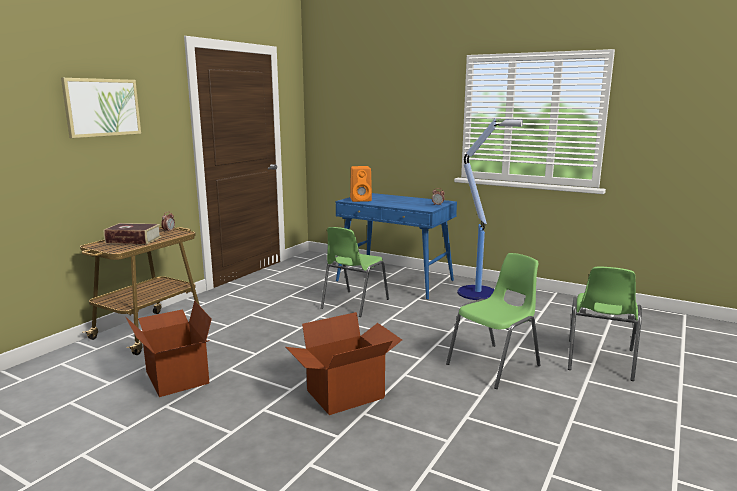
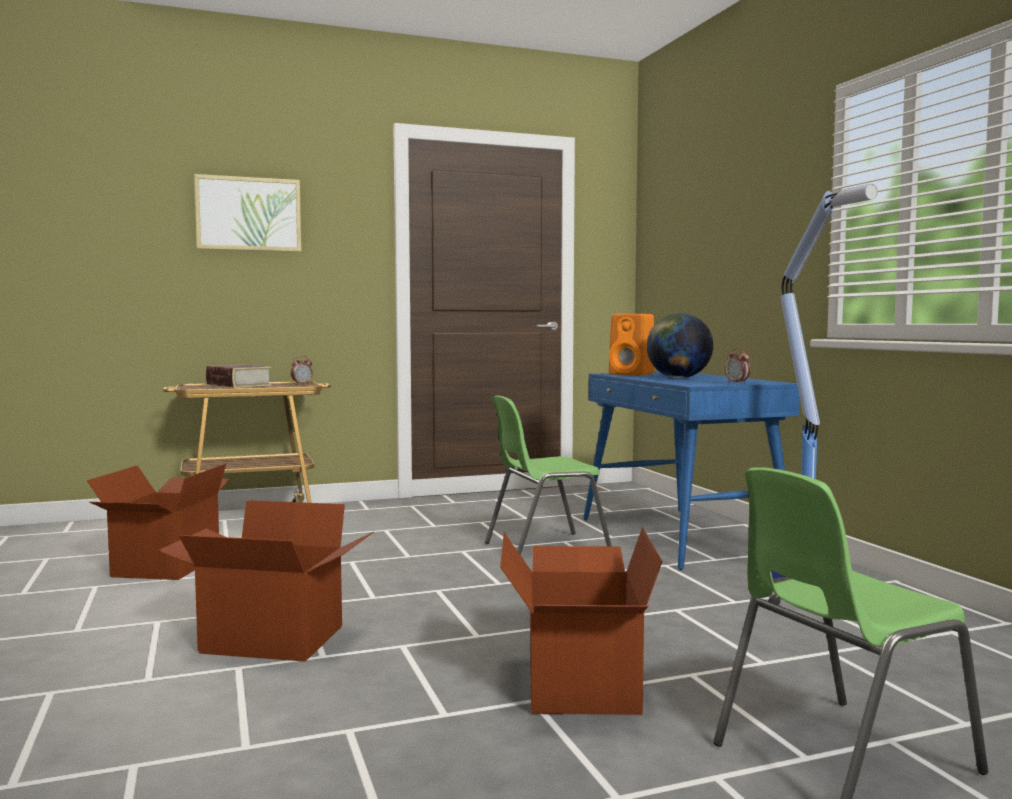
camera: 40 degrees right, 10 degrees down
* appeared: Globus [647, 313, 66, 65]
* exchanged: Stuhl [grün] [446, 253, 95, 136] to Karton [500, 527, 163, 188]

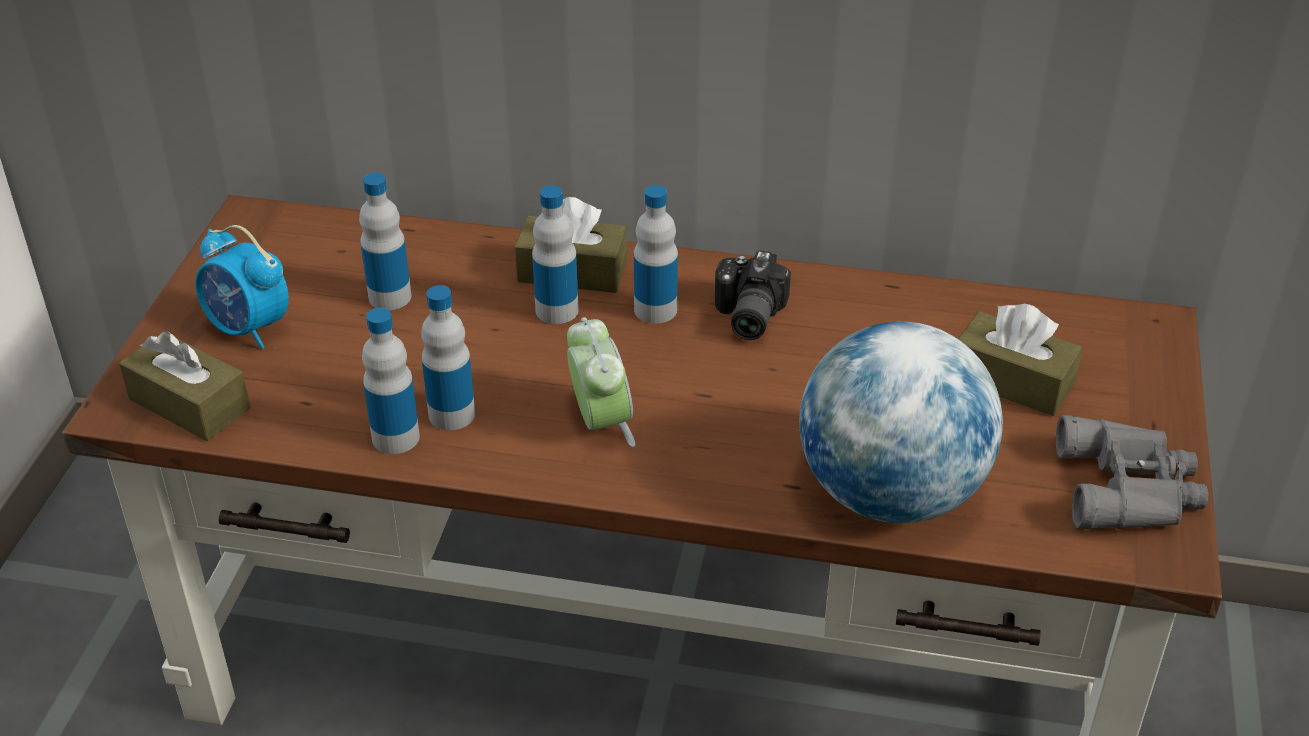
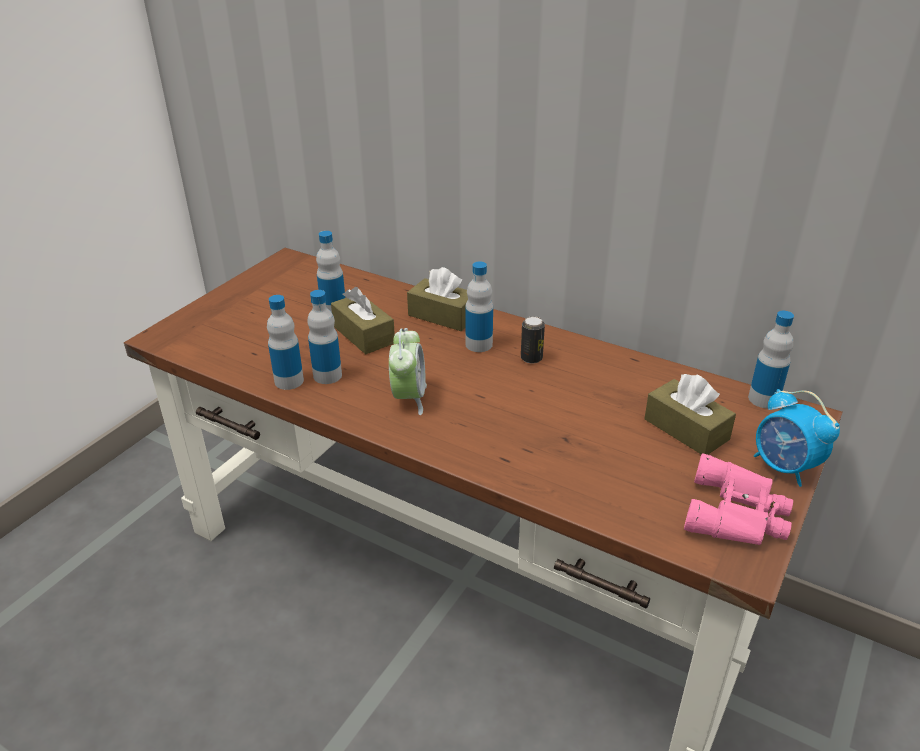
camera: 20 degrees right, 5 degrees down
* missing: Globus [799, 322, 204, 201]
* relocated: Taschentuchbox [braun] [119, 331, 131, 110] to [331, 287, 64, 67]
* relocated: Wecker [195, 225, 94, 124] to [754, 389, 86, 98]
* relocated: Flasche [532, 185, 47, 139] to [748, 311, 46, 97]
* exchanged: Kamera [715, 250, 76, 90] to Dose [521, 316, 24, 48]
* colour: Fernglas [grau] [1056, 415, 152, 114] to Fernglas [rosa] [684, 453, 109, 92]

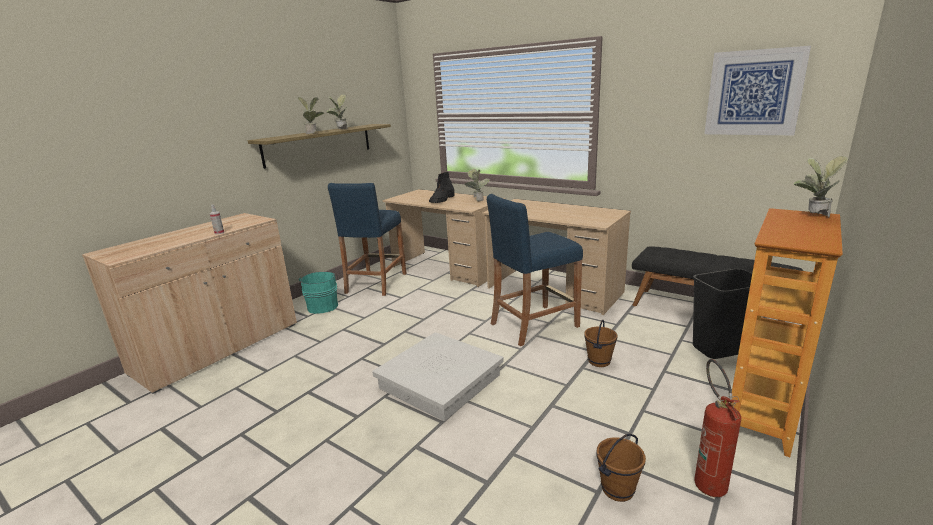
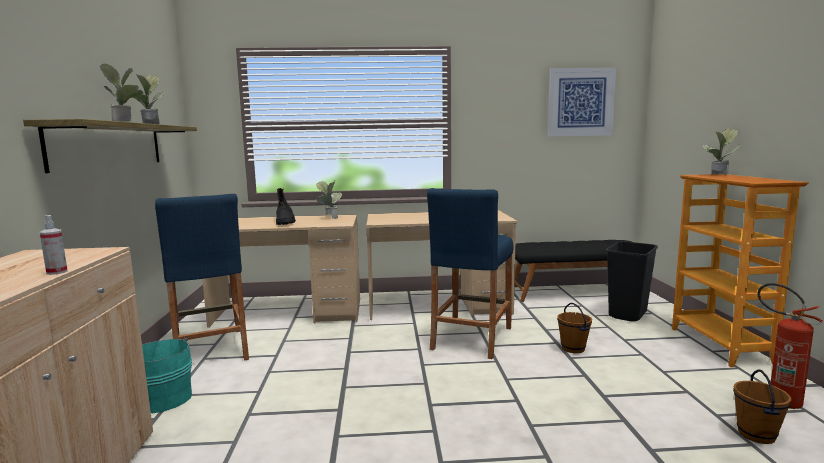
camera: 40 degrees left, 10 degrees down
* missing: Aufbewahrungsbox [weiß] [372, 332, 132, 89]

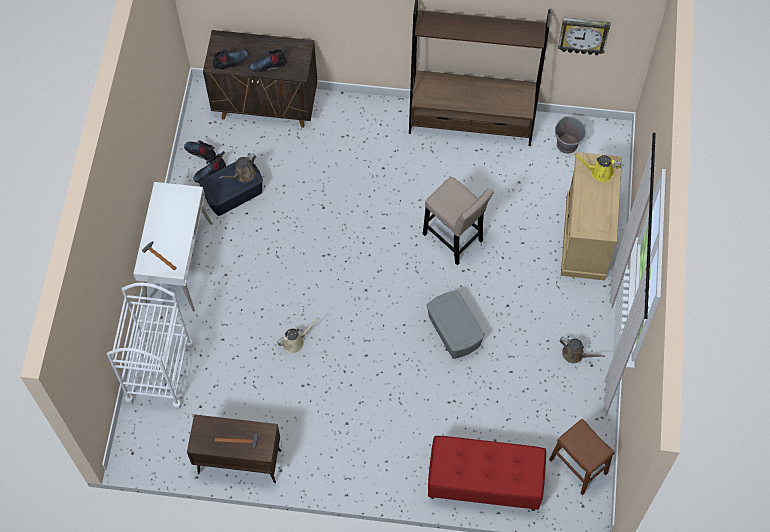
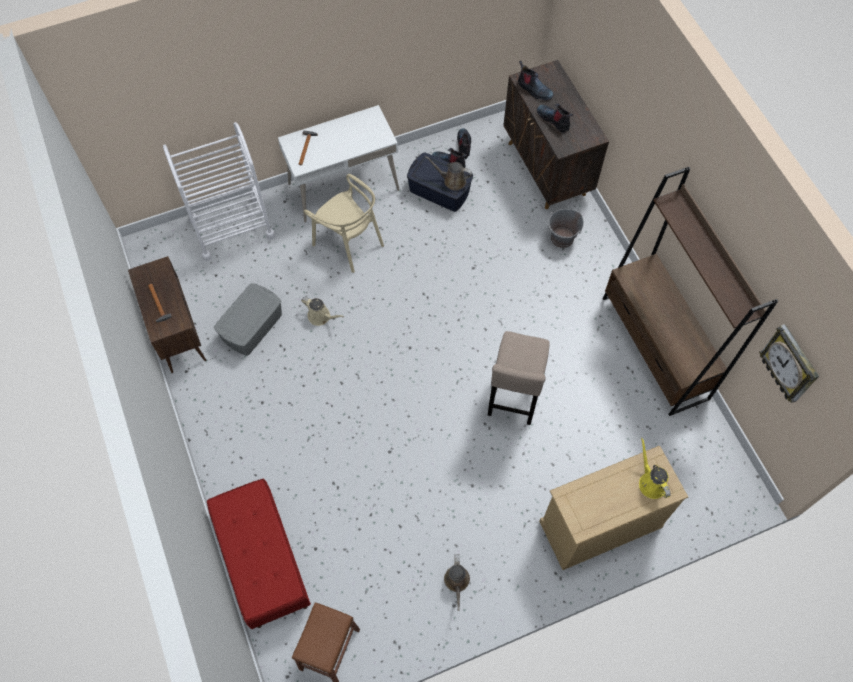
camera: 60 degrees right, 0 degrees up
* appeared: Stuhl [beige] [304, 174, 80, 99]
* relocated: Aufbewahrungsbox [grau] [427, 291, 57, 68] to [214, 283, 68, 73]
* relocated: Eimer [grau] [555, 116, 32, 38] to [548, 209, 36, 39]

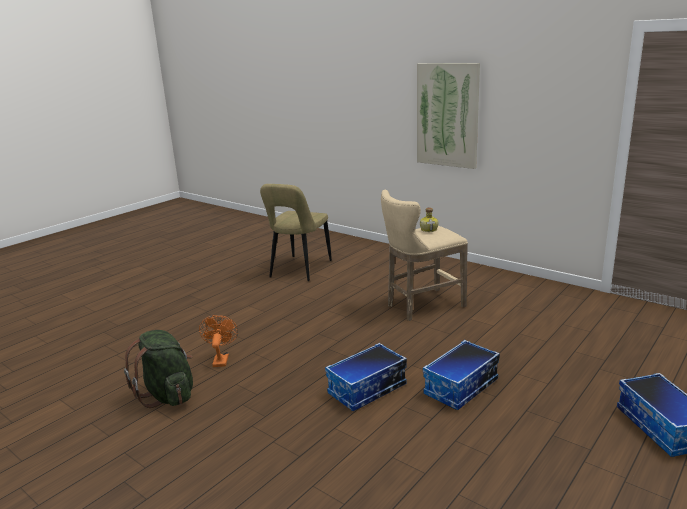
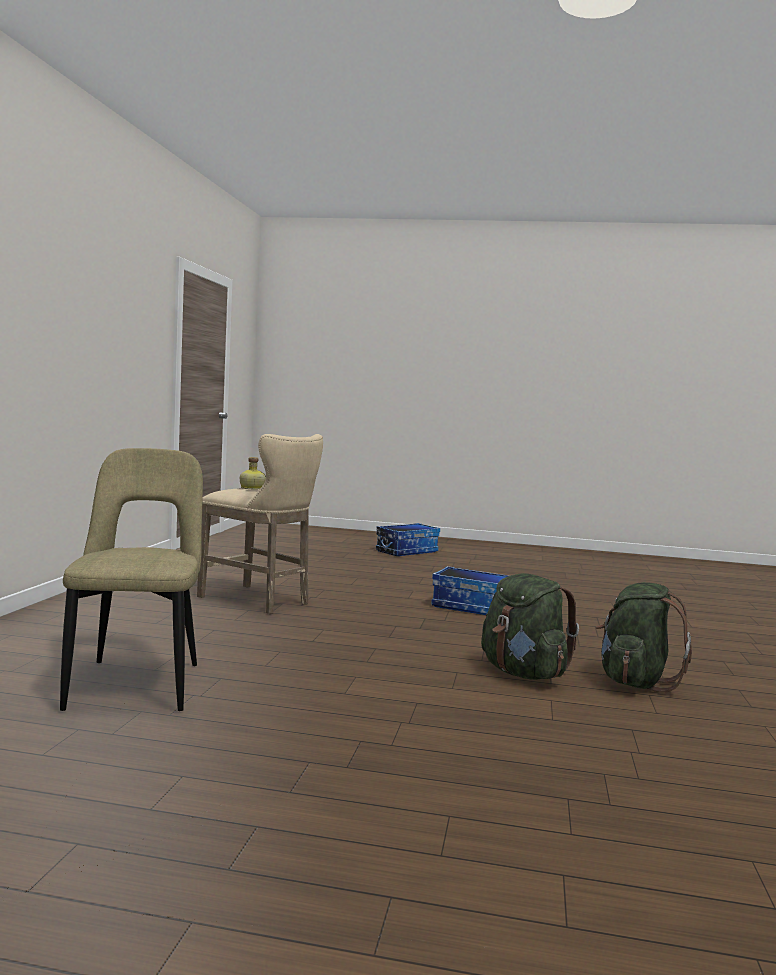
camera: 120 degrees left, 15 degrees down
* missing: Bild [417, 63, 63, 106]
* missing: Aufbewahrungsbox [423, 340, 77, 70]
* exchanged: Ventilator [orange] [199, 315, 39, 52] to Rucksack [grün] [481, 573, 98, 107]
* spun: Stuhl [beige] [260, 184, 72, 97] = [60, 448, 143, 263] 90 degrees counterclockwise

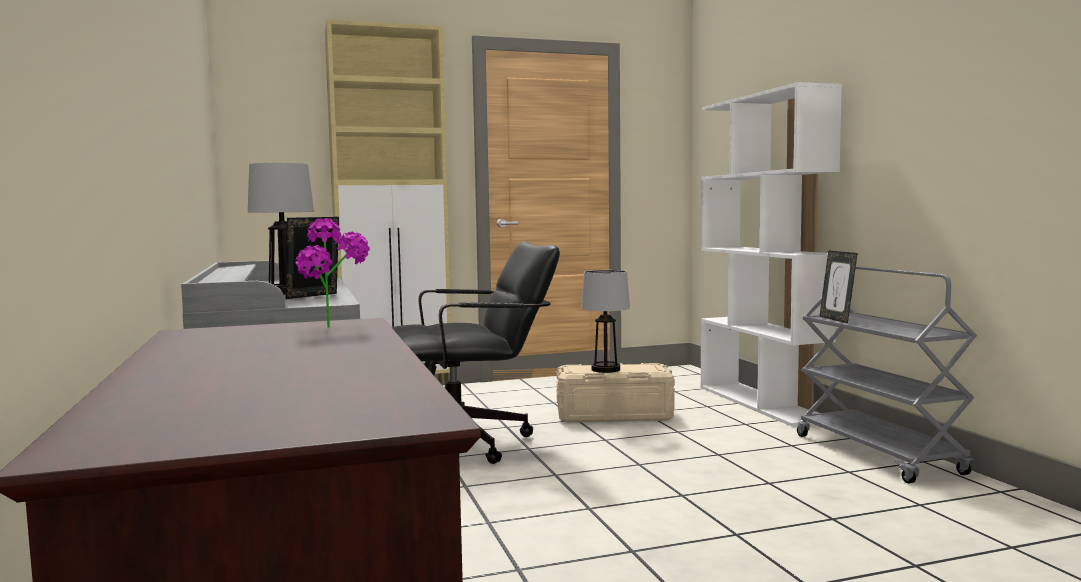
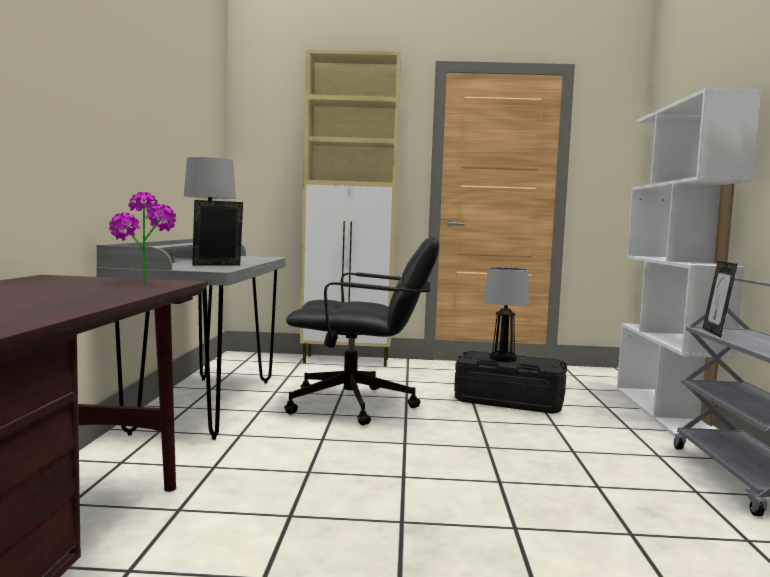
camera: 20 degrees right, 0 degrees up
* colour: Aufbewahrungsbox [beige] [556, 363, 119, 60] to Aufbewahrungsbox [schwarz] [454, 351, 113, 63]

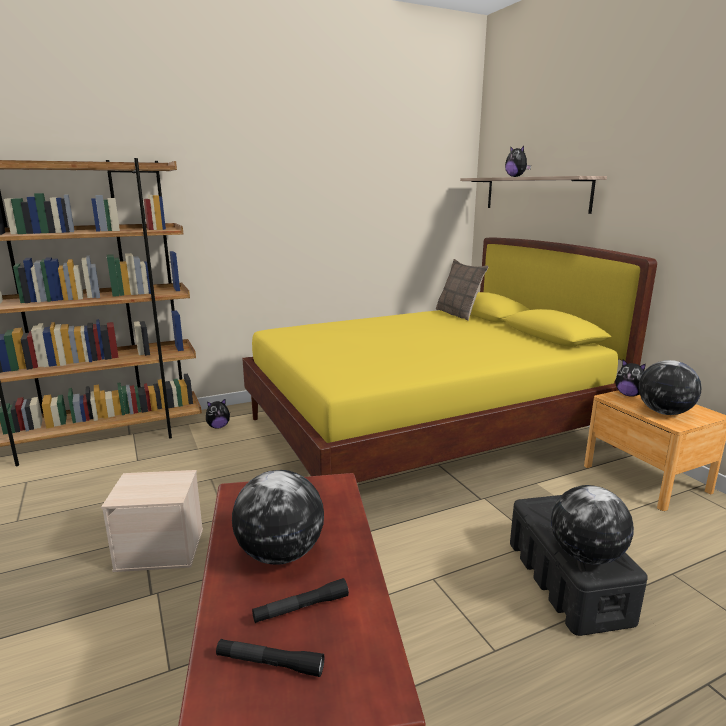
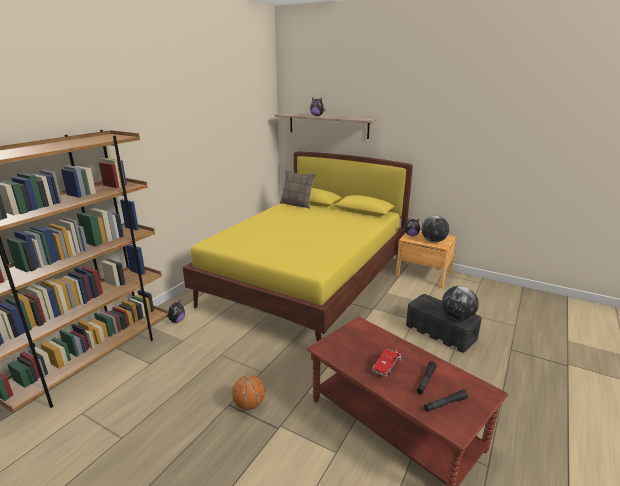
camera: 35 degrees left, 5 degrees up
* exchanged: Aufbewahrungsbox [beige] [101, 470, 102, 102] to Basketball [232, 375, 33, 35]
* exchanged: Globus [232, 470, 92, 95] to Spielzeuglaster [372, 348, 30, 29]

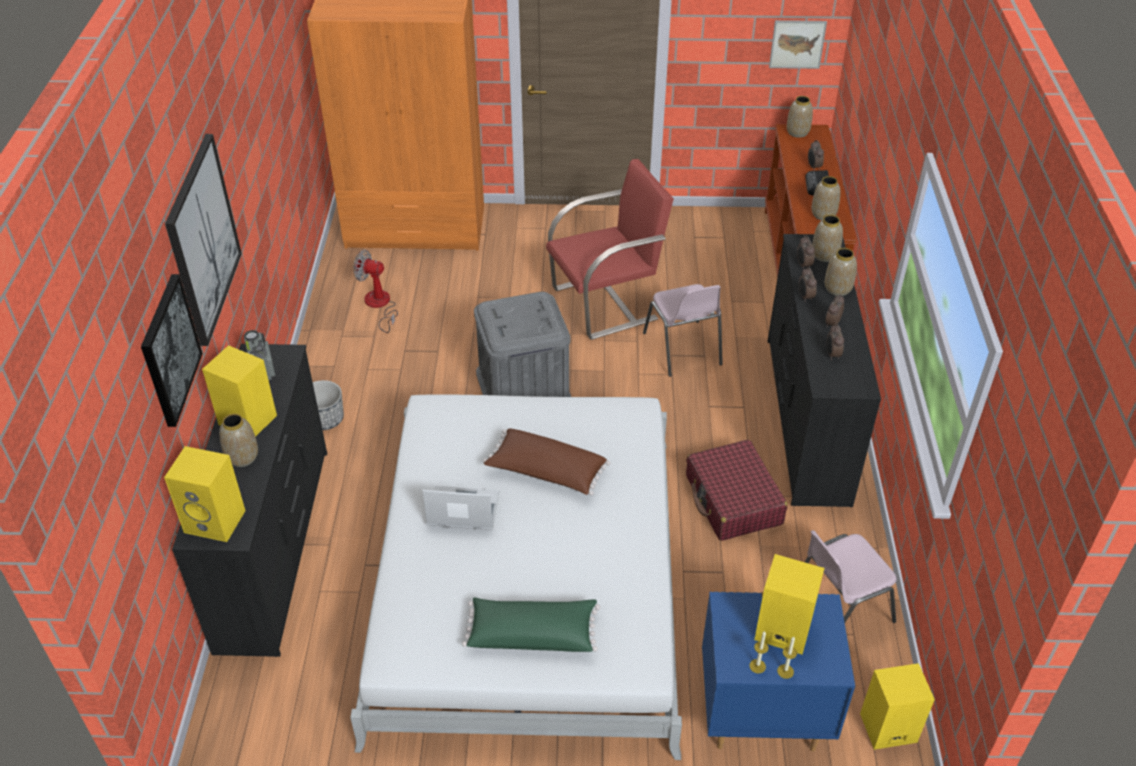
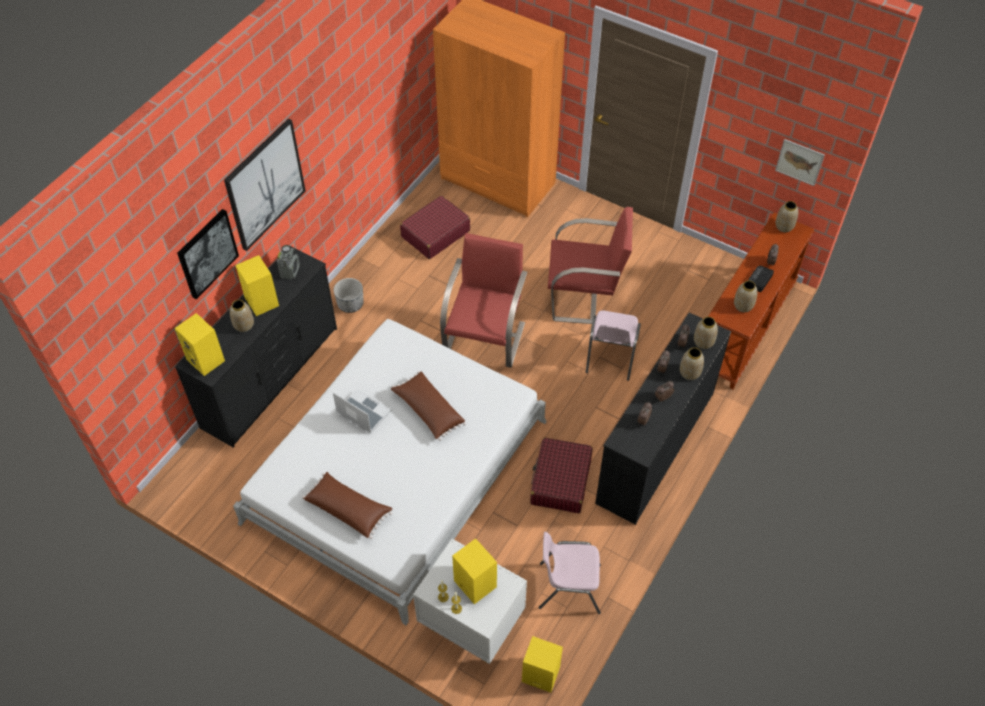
camera: 30 degrees right, 10 degrees up
* exchanged: Ventilator [353, 250, 45, 83] to Koffer [rot] [400, 196, 70, 63]
* exchanged: Aufbewahrungsbox [grau] [474, 292, 97, 105] to Sessel [rot] [440, 233, 87, 135]
* colour: Kissen [grün] [462, 597, 138, 55] to Kissen [braun] [302, 472, 90, 67]
* colour: Nachttisch [blau] [702, 592, 153, 159] to Nachttisch [weiß] [413, 539, 114, 125]

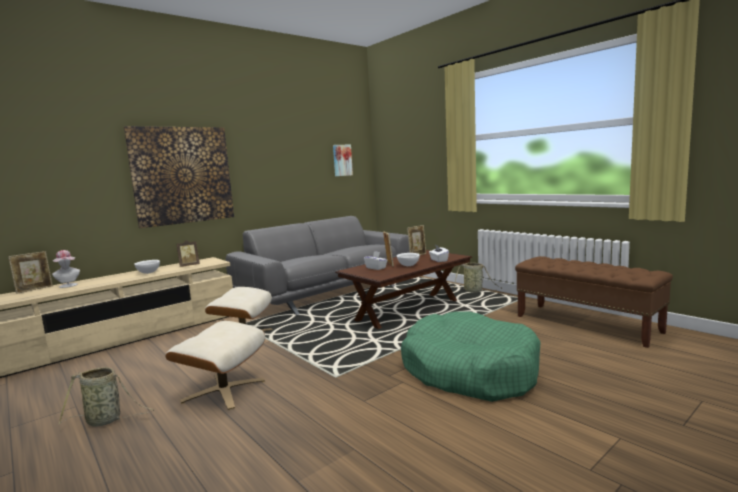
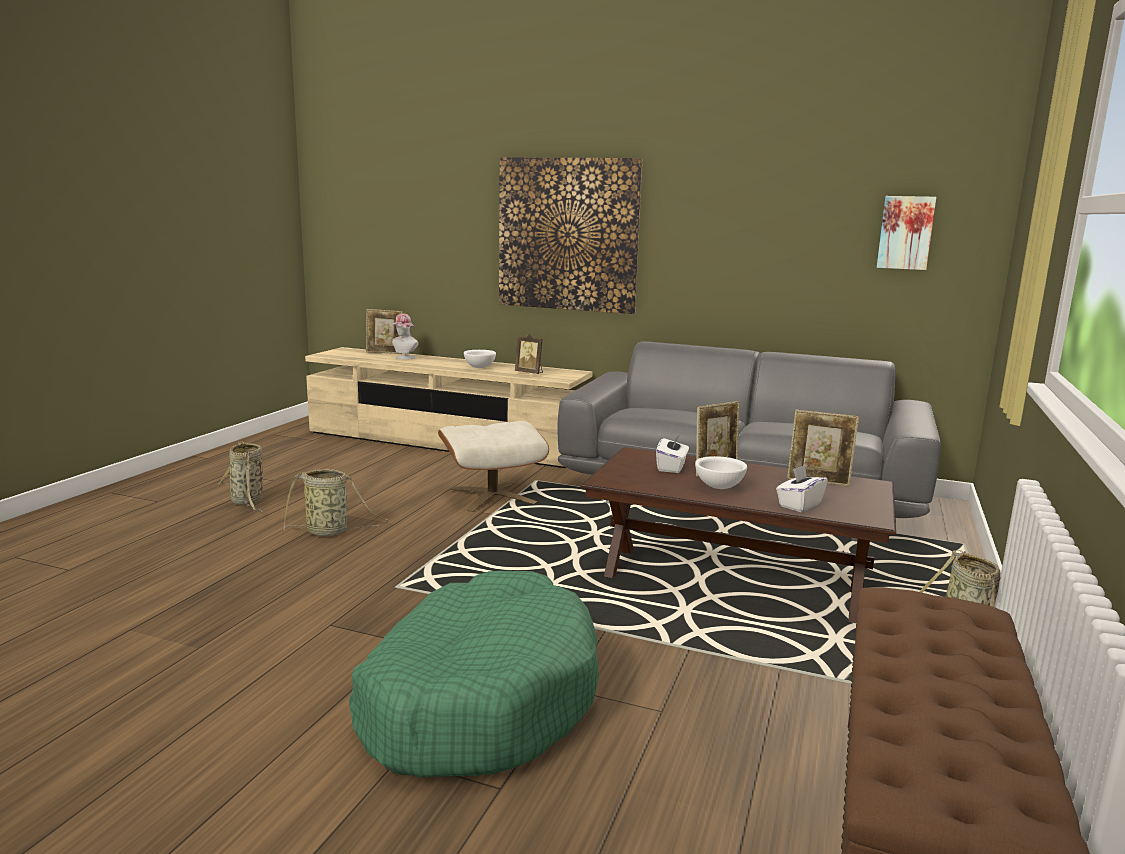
camera: 60 degrees right, 5 degrees up
* exchanged: Polsterhocker [beige] [165, 321, 100, 89] to Korb [282, 469, 107, 67]

